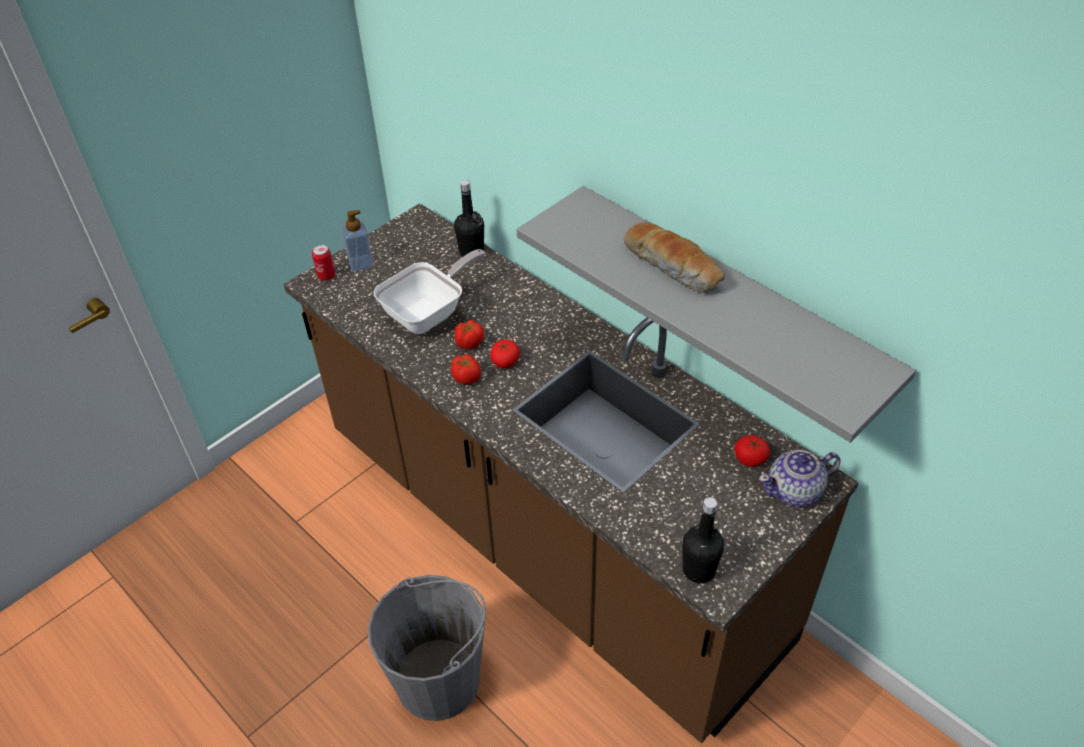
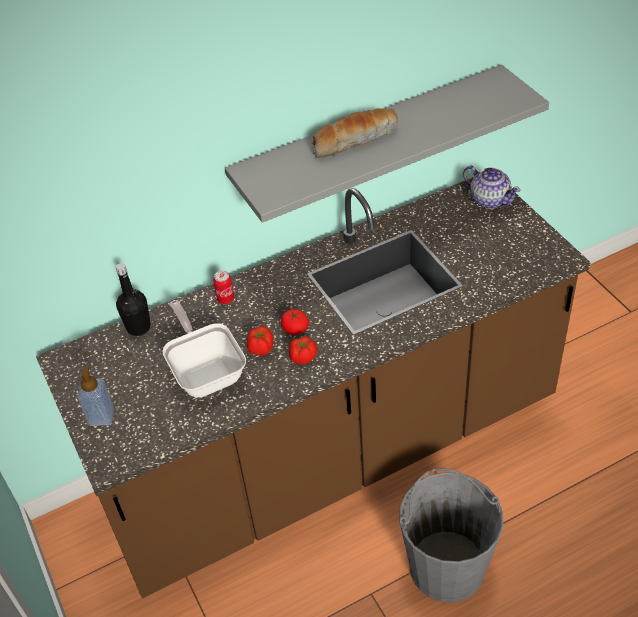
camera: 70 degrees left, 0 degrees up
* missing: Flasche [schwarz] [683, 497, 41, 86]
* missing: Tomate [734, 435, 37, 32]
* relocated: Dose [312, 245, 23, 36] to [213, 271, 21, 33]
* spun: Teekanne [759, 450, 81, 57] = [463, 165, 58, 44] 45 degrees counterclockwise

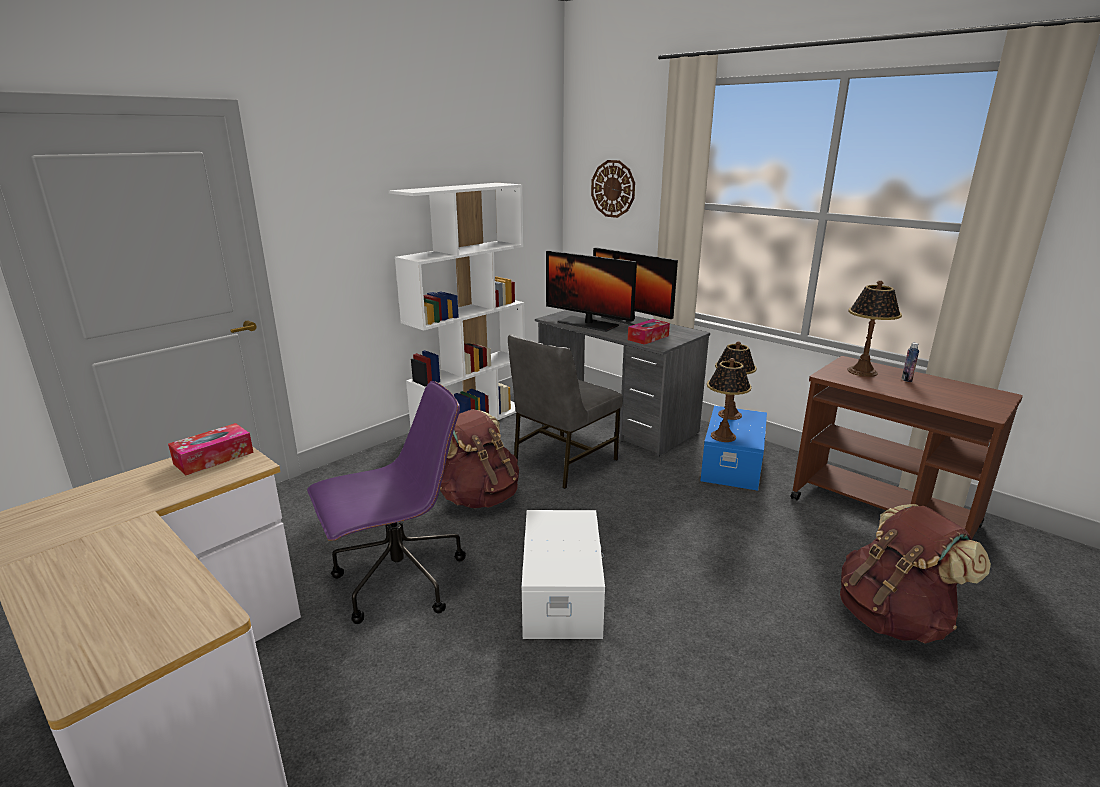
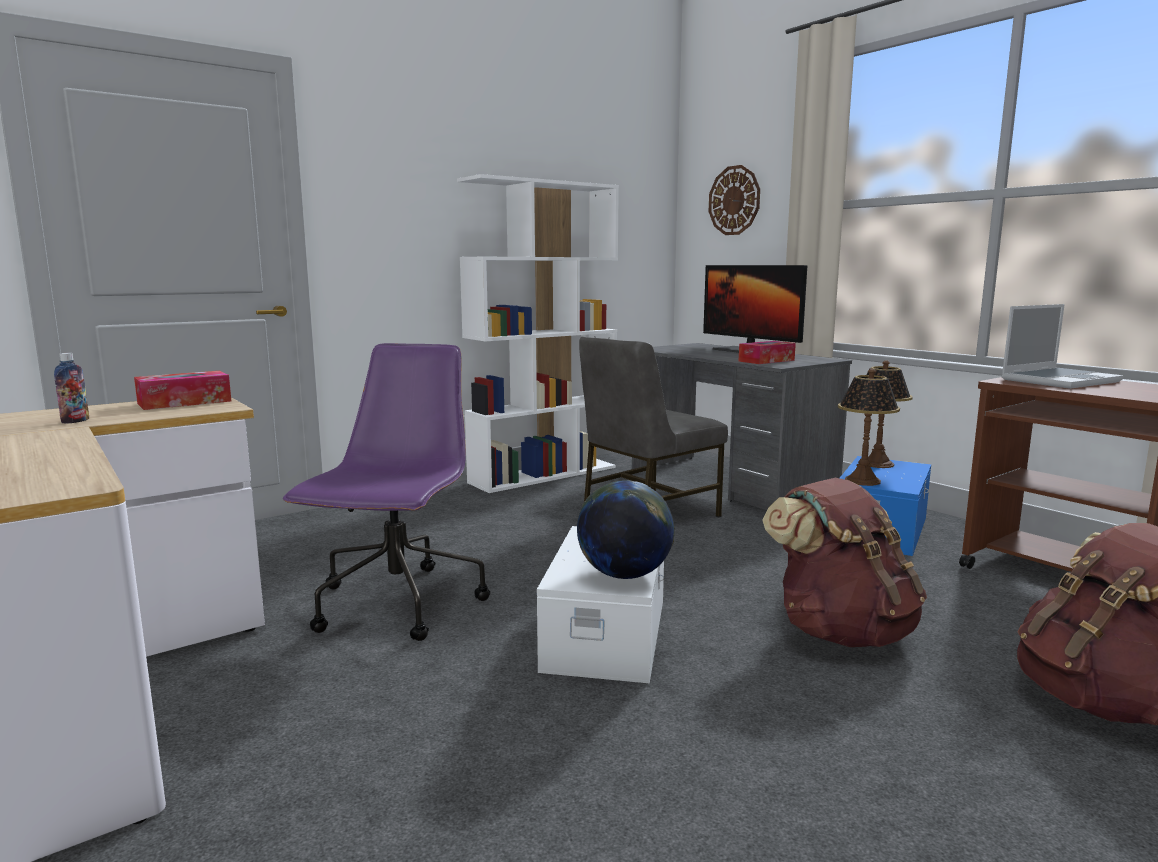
camera: 10 degrees right, 10 degrees down
* missing: Monitor [546, 251, 91, 81]
* appeared: Globus [577, 480, 98, 99]
* relocated: Rucksack [braun] [440, 409, 79, 99] to [763, 478, 164, 169]
* relocated: Flasche [902, 343, 17, 39] to [54, 353, 35, 71]
* exchanged: Tischlampe [847, 280, 55, 97] to Laptop [1001, 304, 123, 85]
* spun: Bürostuhl [lila] [307, 381, 159, 243] = [283, 343, 207, 298] 60 degrees counterclockwise

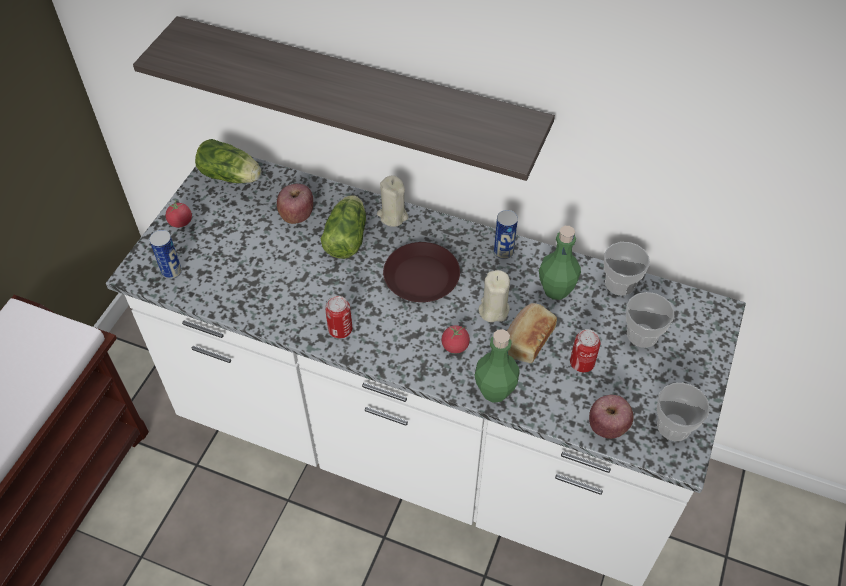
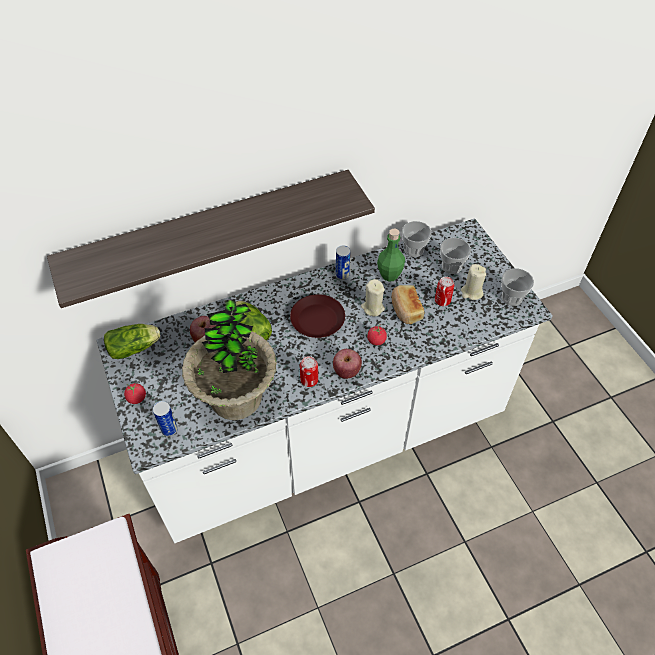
camera: 45 degrees left, 0 degrees up
* missing: Flasche [grün] [474, 329, 46, 74]
* appeared: Topfpflanze [182, 299, 95, 121]
* relocated: Kerze [beige] [377, 175, 31, 52] to [461, 264, 25, 36]
* relocated: Apfel [589, 395, 45, 44] to [333, 349, 29, 30]

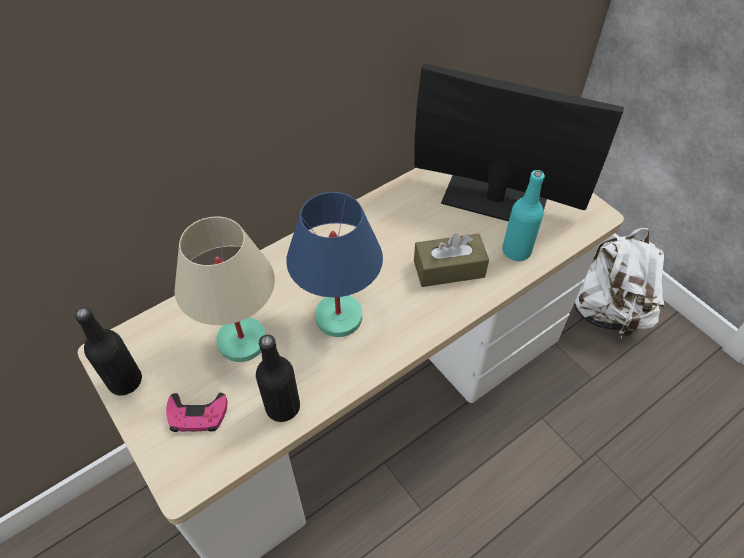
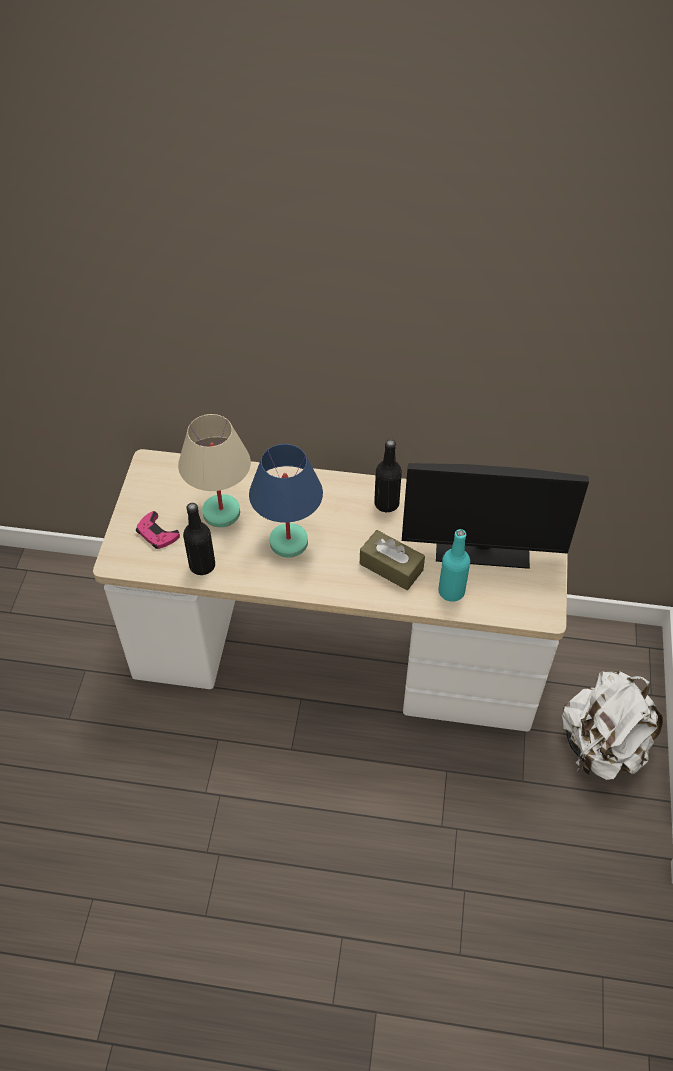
camera: 45 degrees right, 0 degrees up
* relocated: Flasche [schwarz] [74, 307, 68, 88] to [374, 439, 28, 73]
* spun: Monitor [414, 63, 210, 159] = [402, 463, 187, 106] 120 degrees clockwise

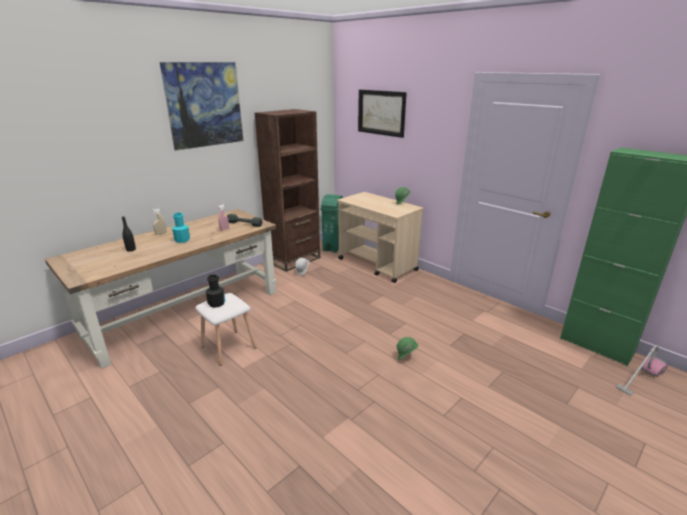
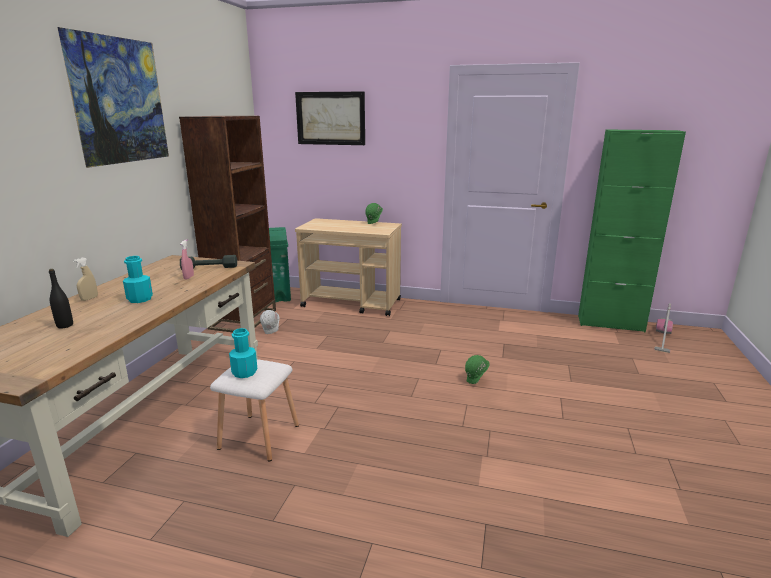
camera: 30 degrees left, 5 degrees down
* colour: Flasche [schwarz] [206, 274, 19, 34] to Flasche [türkis] [229, 328, 29, 50]

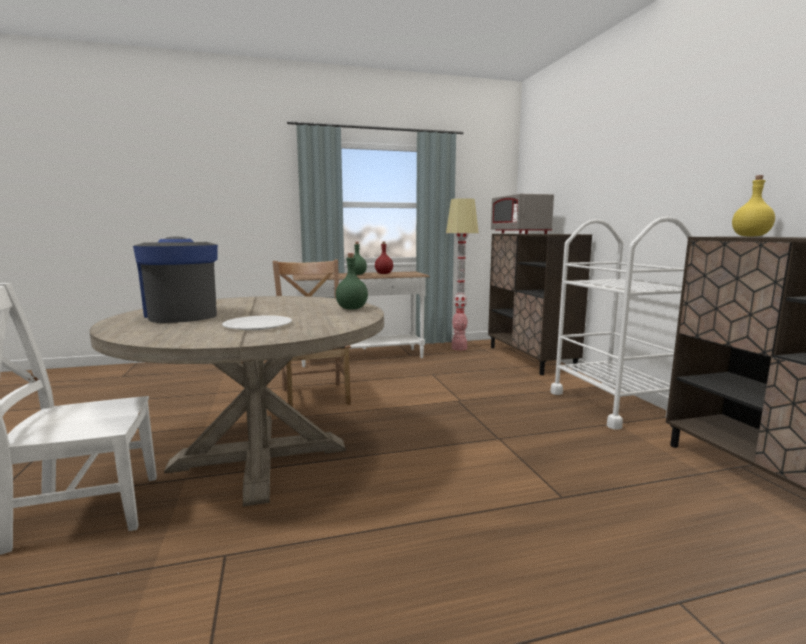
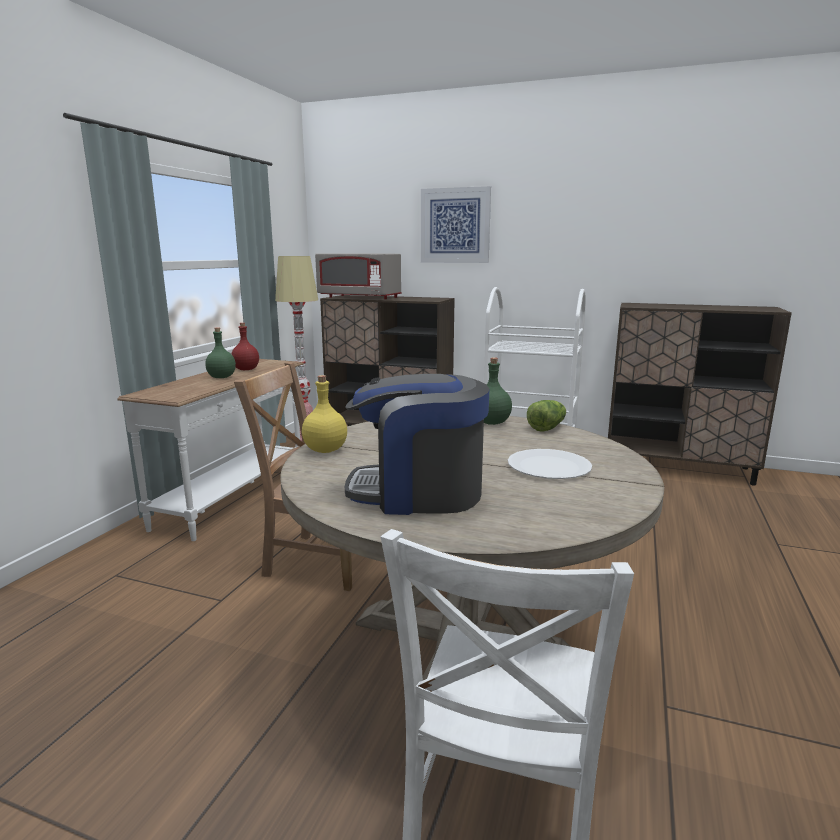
camera: 55 degrees left, 5 degrees up
* appeared: Bild [421, 186, 70, 77]
* appeared: Salatkopf [527, 400, 39, 32]
* relocated: Flasche [gelb] [732, 175, 43, 61] to [302, 375, 45, 78]

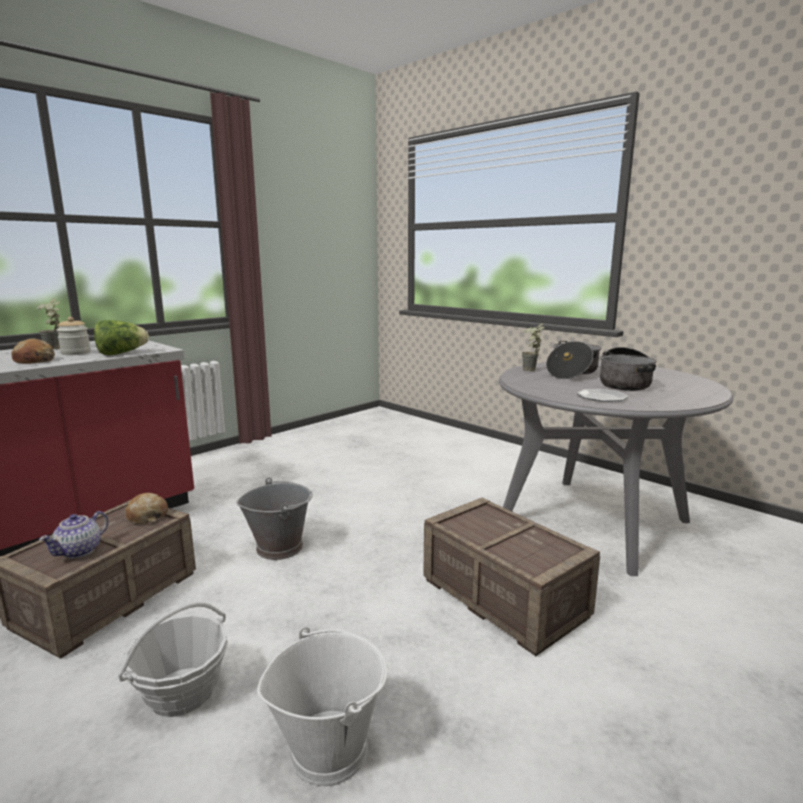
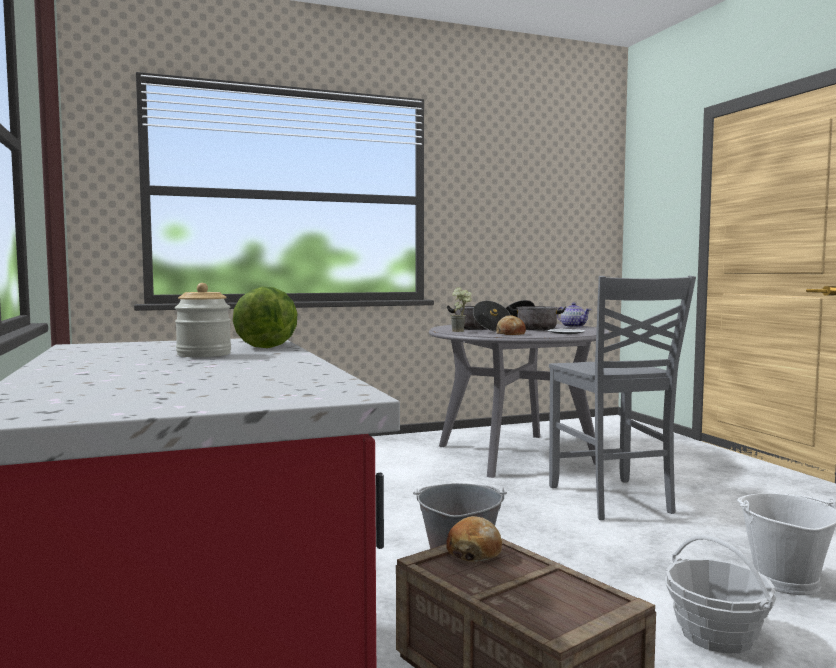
camera: 65 degrees left, 10 degrees down
* missing: Topfpflanze [36, 298, 24, 51]
* relocated: Brot [11, 338, 44, 26] to [496, 316, 30, 19]
* relocated: Teekanne [39, 511, 70, 47] to [557, 303, 34, 25]
* exchanged: Kiste [423, 497, 177, 159] to Stuhl [grau] [549, 276, 147, 244]

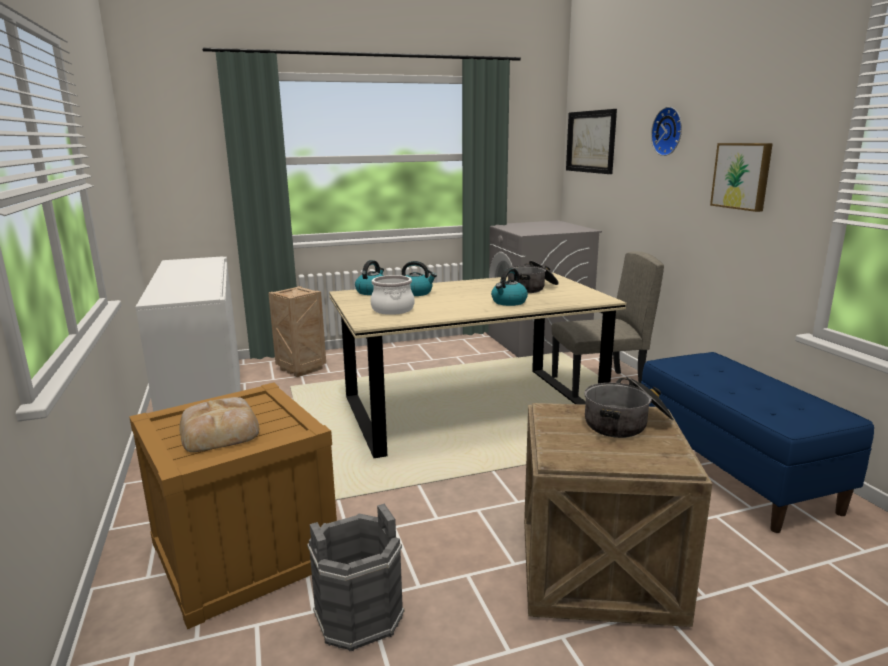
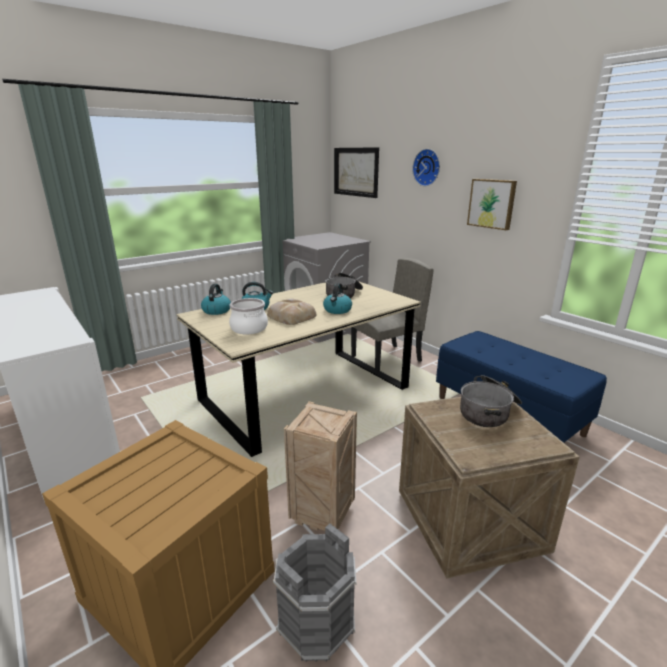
camera: 20 degrees left, 5 degrees up
* relocated: Brot [179, 397, 80, 55] to [267, 299, 50, 26]
* relocated: Kiste [268, 286, 58, 91] to [284, 401, 73, 130]

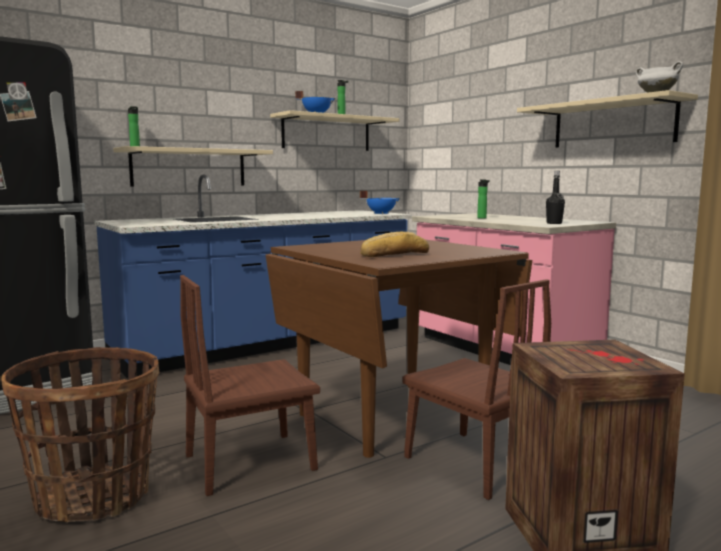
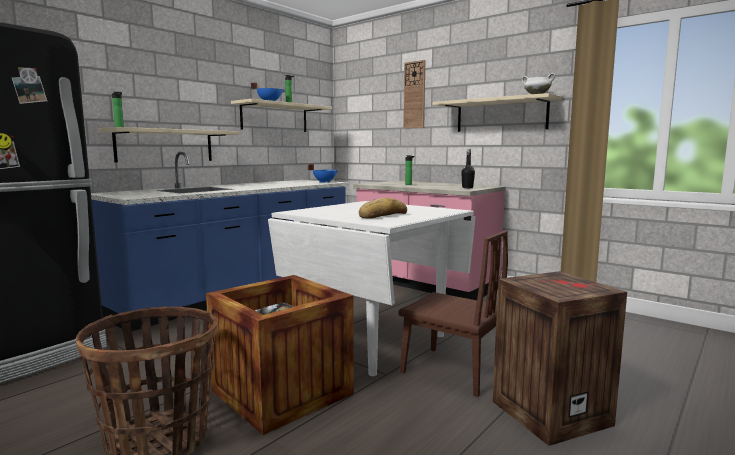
camera: 15 degrees left, 0 degrees up
* appeared: Wanduhr [403, 60, 22, 68]
* exchanged: Stuhl [braun] [180, 275, 140, 221] to Kiste [206, 275, 148, 160]
* colour: Esstisch [braun] [266, 240, 266, 218] to Esstisch [weiß] [268, 201, 208, 175]

